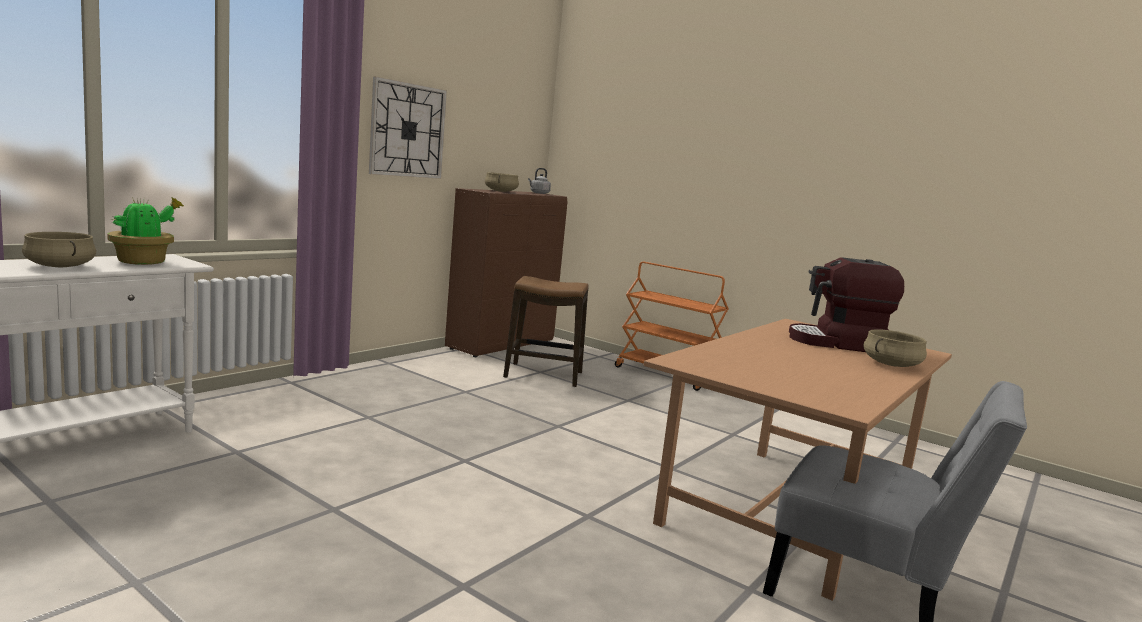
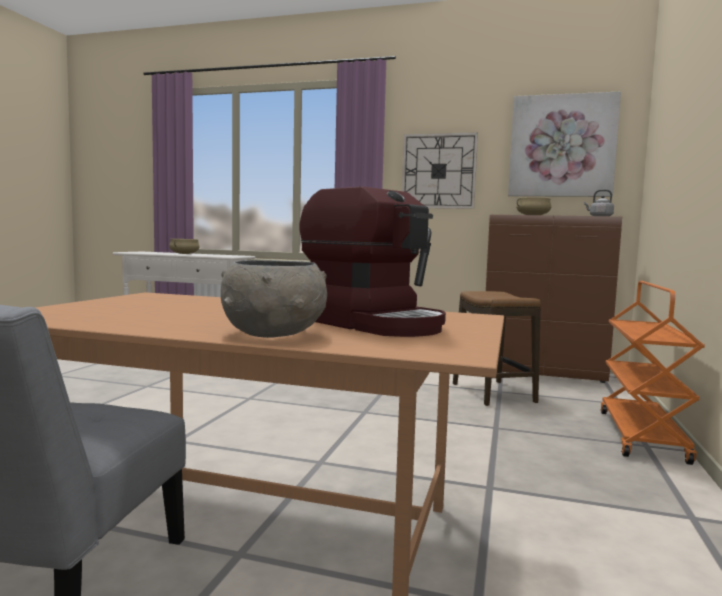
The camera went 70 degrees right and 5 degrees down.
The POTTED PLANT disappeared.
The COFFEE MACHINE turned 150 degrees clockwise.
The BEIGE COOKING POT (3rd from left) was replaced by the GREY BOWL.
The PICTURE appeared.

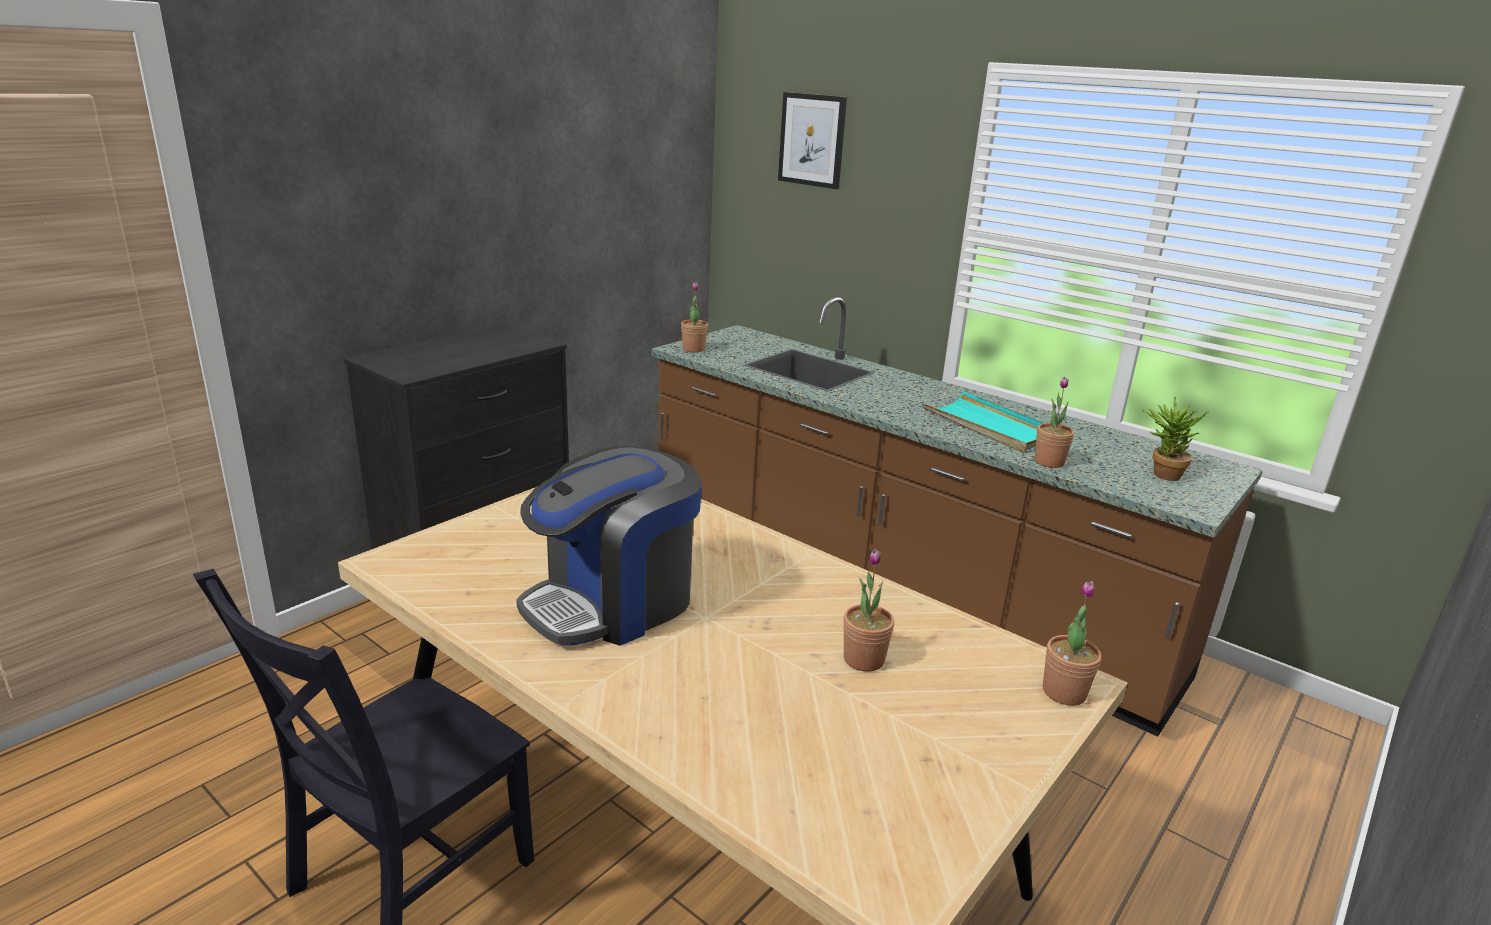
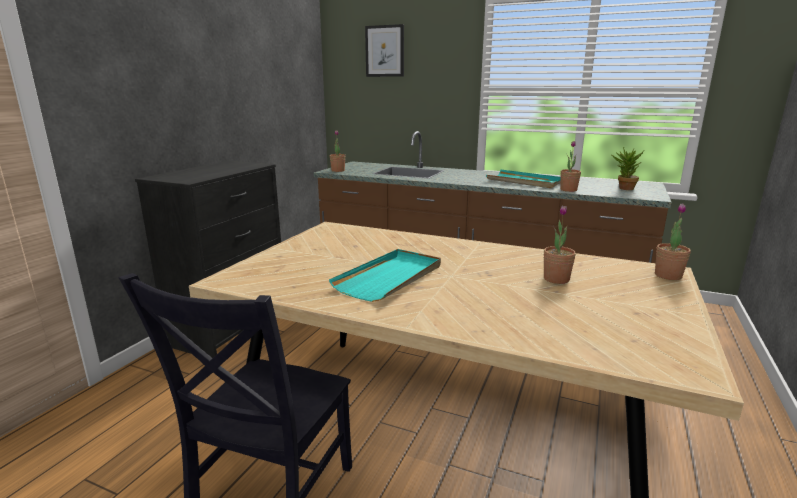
The camera went 15 degrees left and 5 degrees down.
The COFFEE MACHINE was replaced by the TURQUOISE TRAY (1st from left).

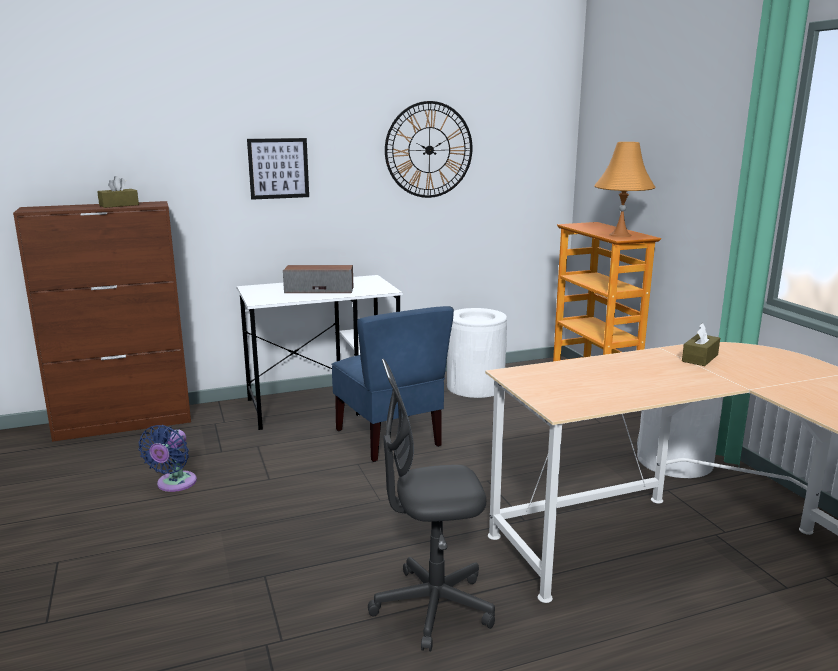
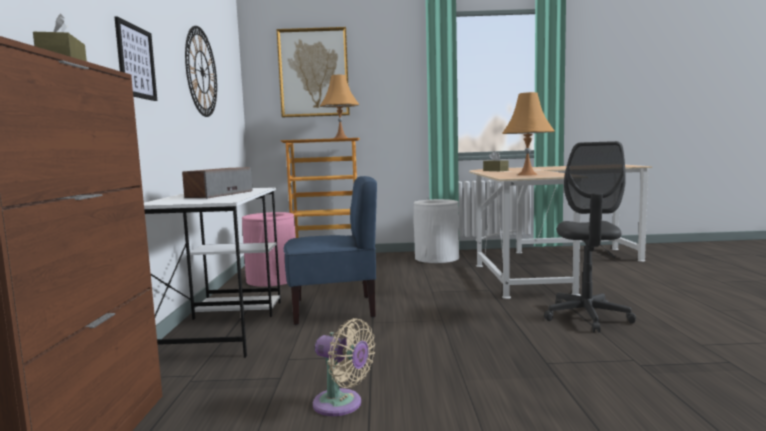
The camera went 70 degrees left and 10 degrees down.
The BLUE FAN became the BEIGE FAN.
The WHITE TRASH CAN (1st from left) became the PINK TRASH CAN.
The PICTURE (2nd from left) appeared.
The ORANGE TABLE LAMP (2nd from left) appeared.

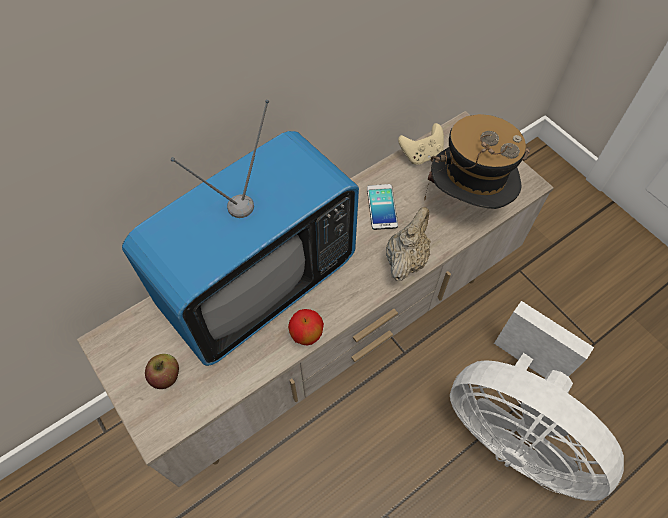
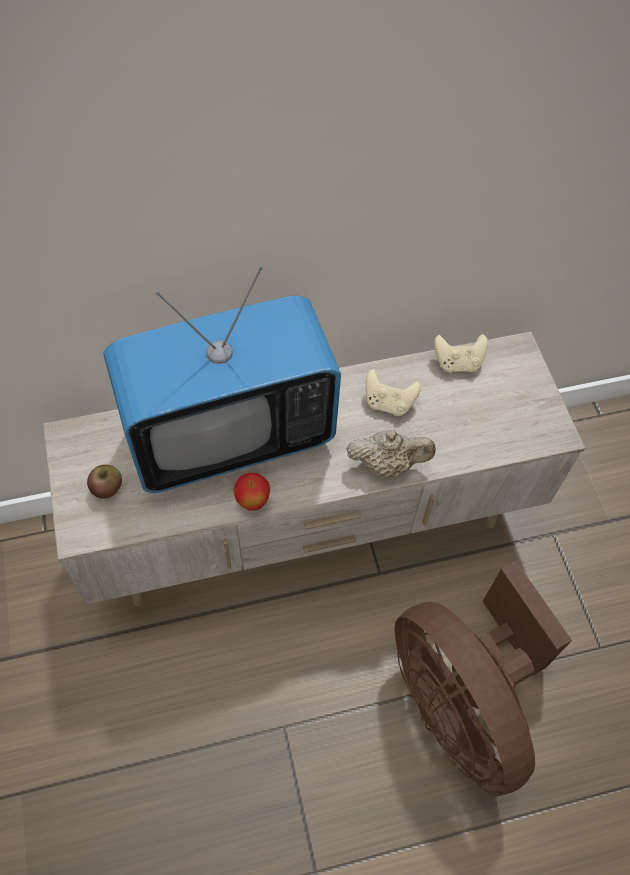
The camera went 20 degrees right and 0 degrees up.
The PHONE was replaced by the BEIGE GAME CONTROLLER (1st from left).
The BEIGE TEAPOT turned 45 degrees clockwise.
The HAT disappeared.
The WHITE FAN became the BROWN FAN.

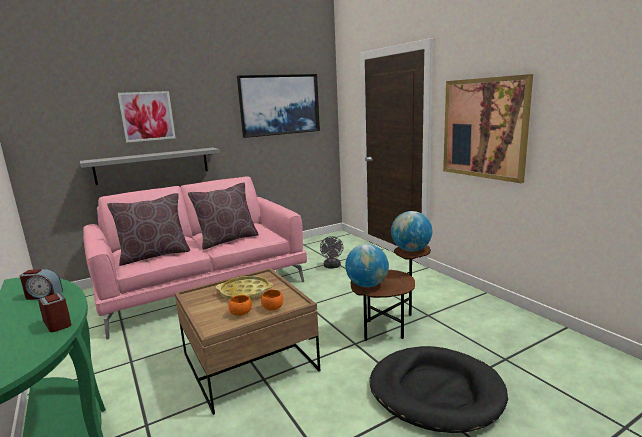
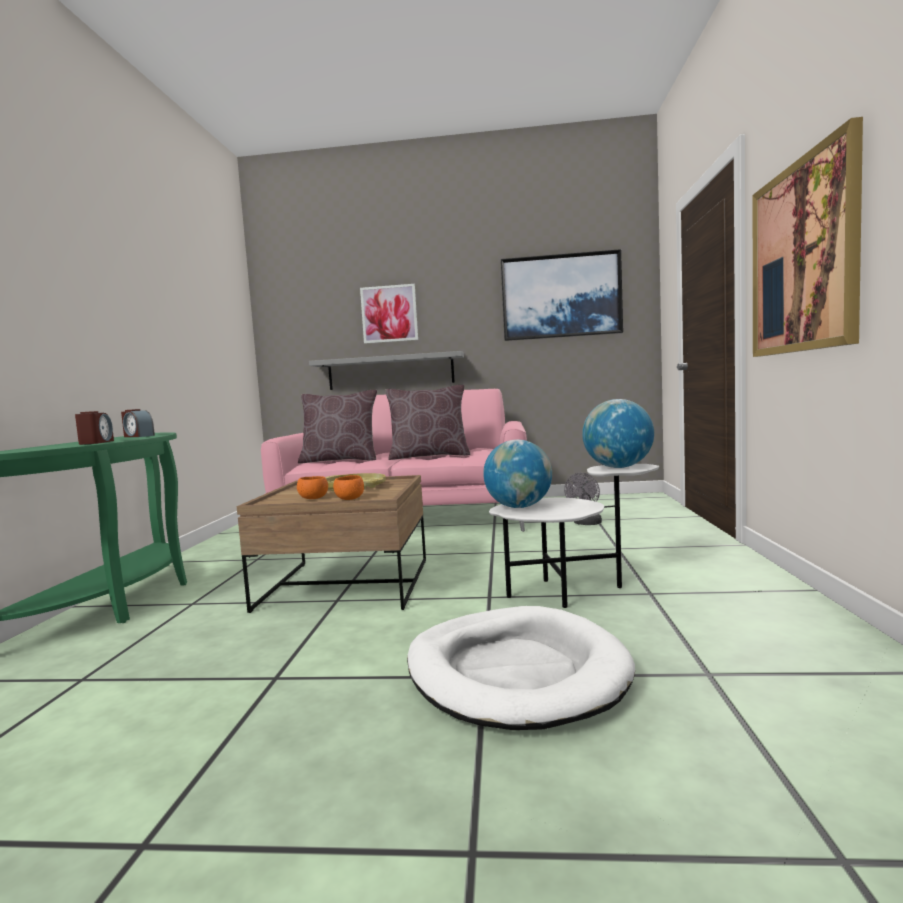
The camera went 35 degrees right and 10 degrees down.
The BROWN SIDE TABLE became the WHITE SIDE TABLE.
The BLACK DOG BED became the WHITE DOG BED.

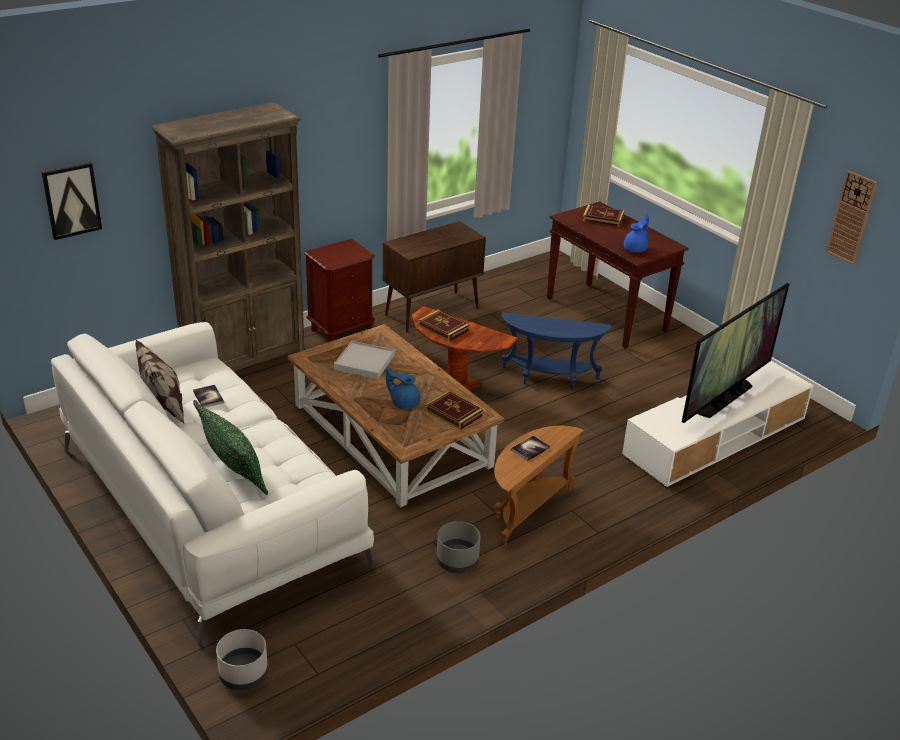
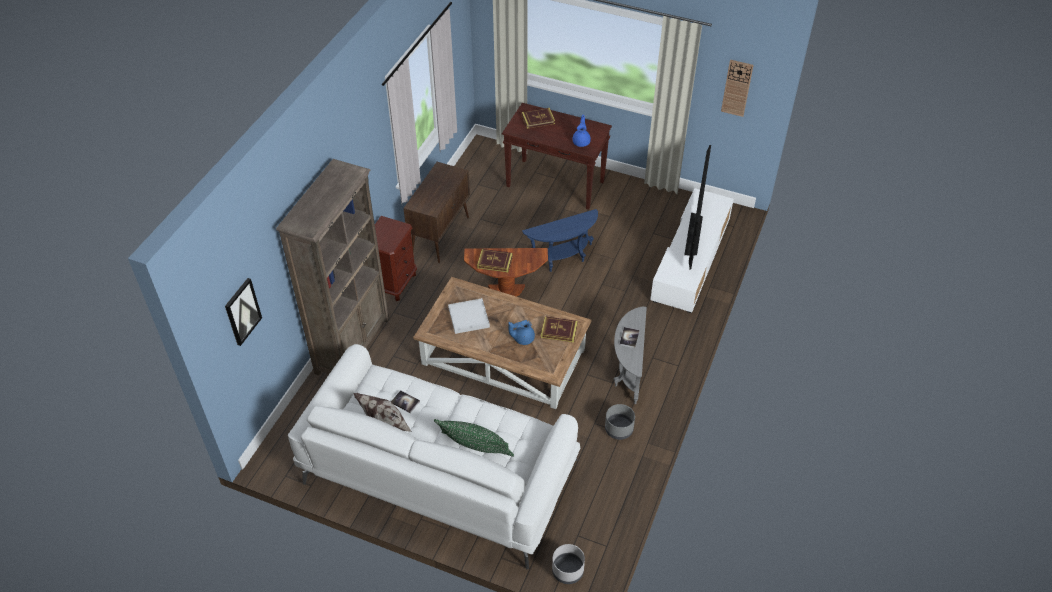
The camera went 30 degrees left and 15 degrees up.
The BROWN SIDE TABLE (2nd from left) became the GREY SIDE TABLE.

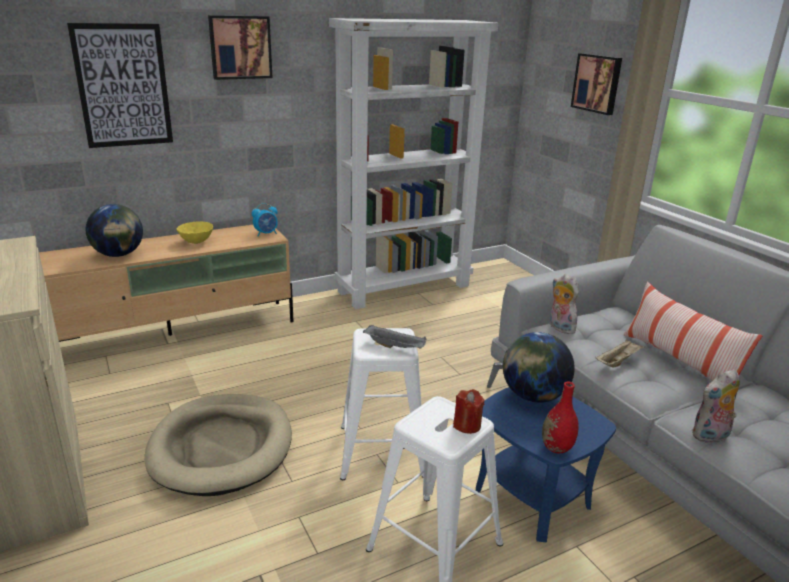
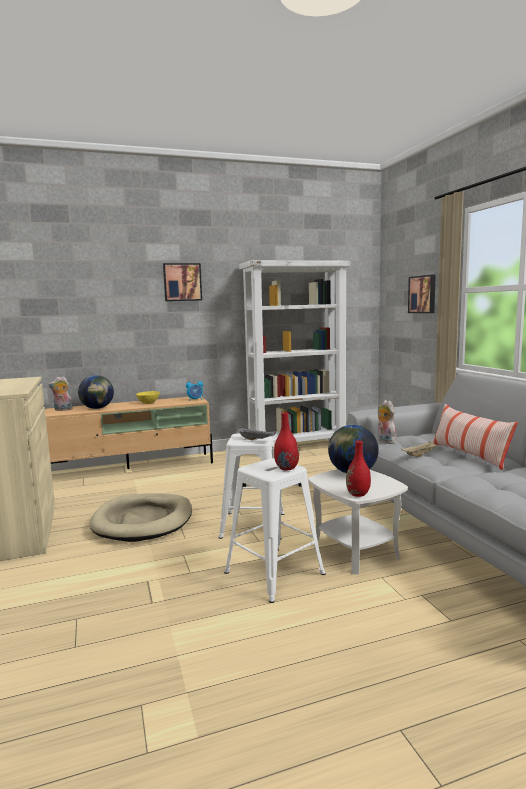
The camera went 10 degrees right and 15 degrees down.
The PICTURE (1st from left) disappeared.
The RED CANDLE was replaced by the RED VASE (1st from left).
The BLUE SIDE TABLE became the WHITE SIDE TABLE.
The PLUSH TOY (2nd from left in the first image) moved.

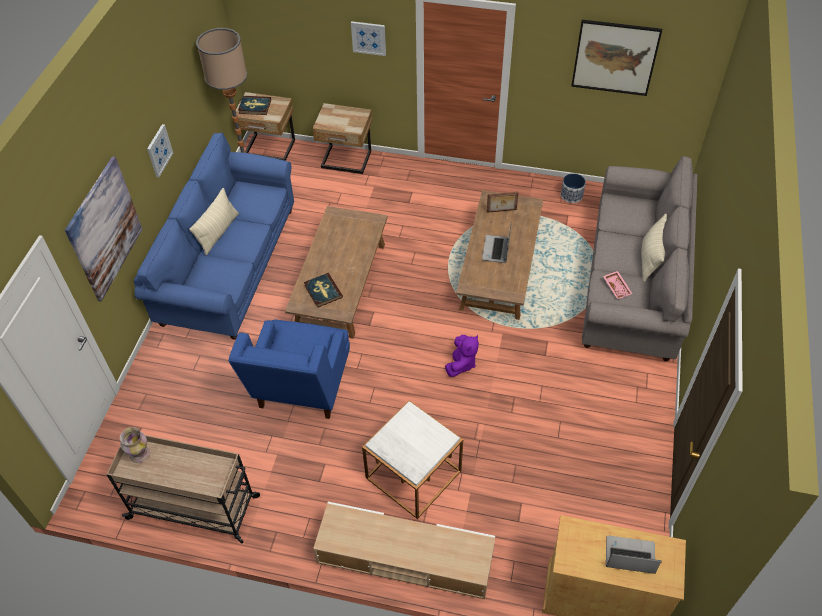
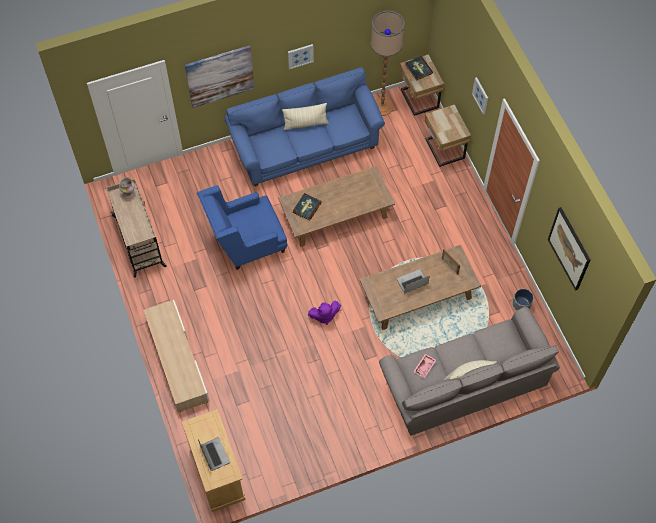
The camera went 55 degrees right and 10 degrees up.
The WHITE SIDE TABLE disappeared.

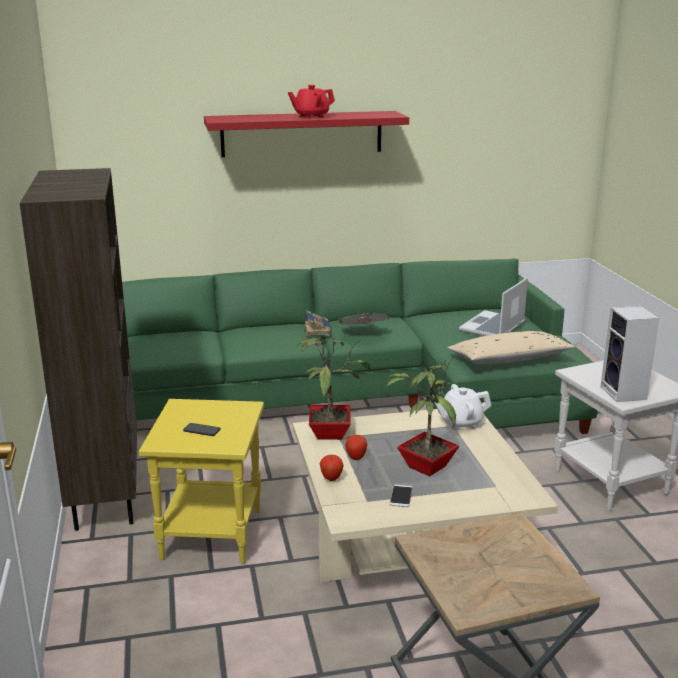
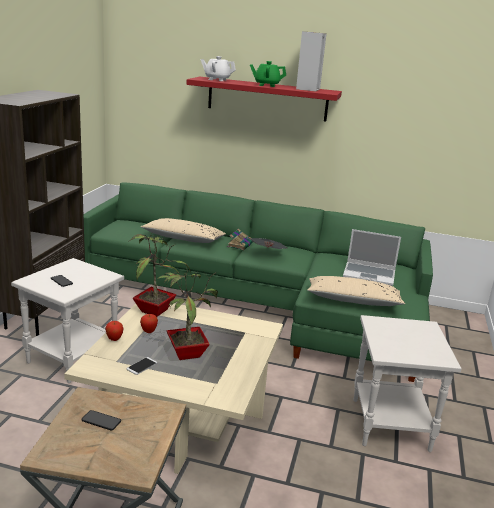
The camera went 25 degrees right and 0 degrees up.
The YELLOW SIDE TABLE became the WHITE SIDE TABLE (1st from left).
The RED TEAPOT became the GREEN TEAPOT.
The WHITE TEAPOT moved.
The LAPTOP turned 135 degrees counterclockwise.
The SPEAKER moved.
The PHONE (2nd from left) appeared.
The BEIGE PILLOW (1st from left) appeared.

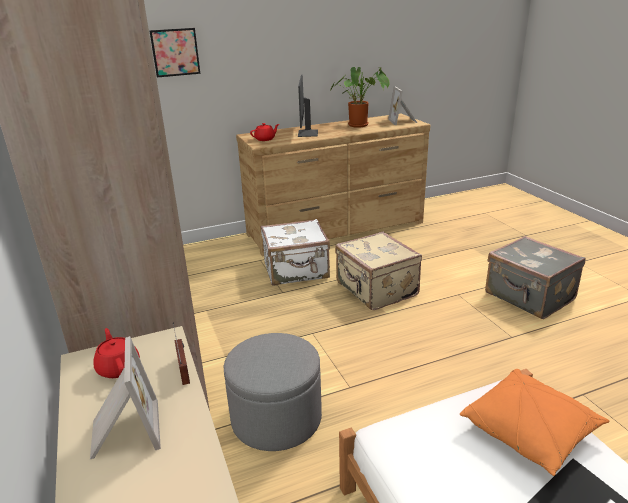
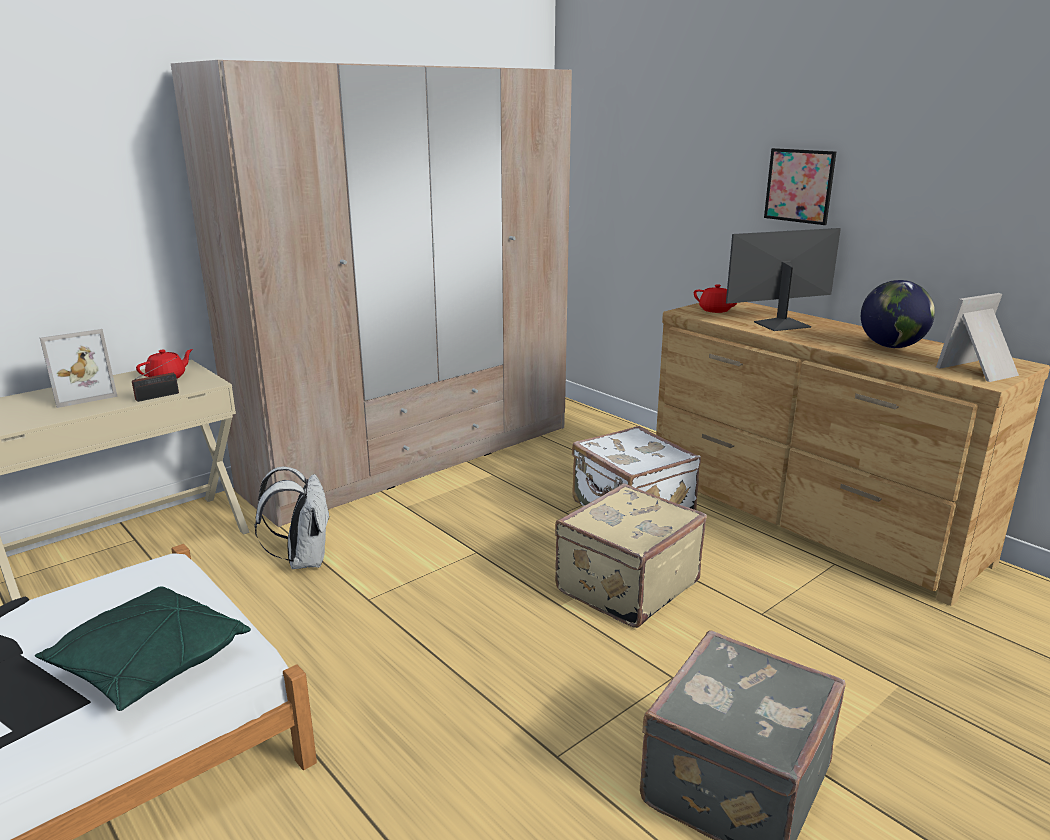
The camera went 70 degrees right and 5 degrees down.
The PICTURE moved.
The GREY OTTOMAN was replaced by the WHITE BACKPACK.
The POTTED PLANT was replaced by the GLOBE.
The ORANGE PILLOW became the GREEN PILLOW.

